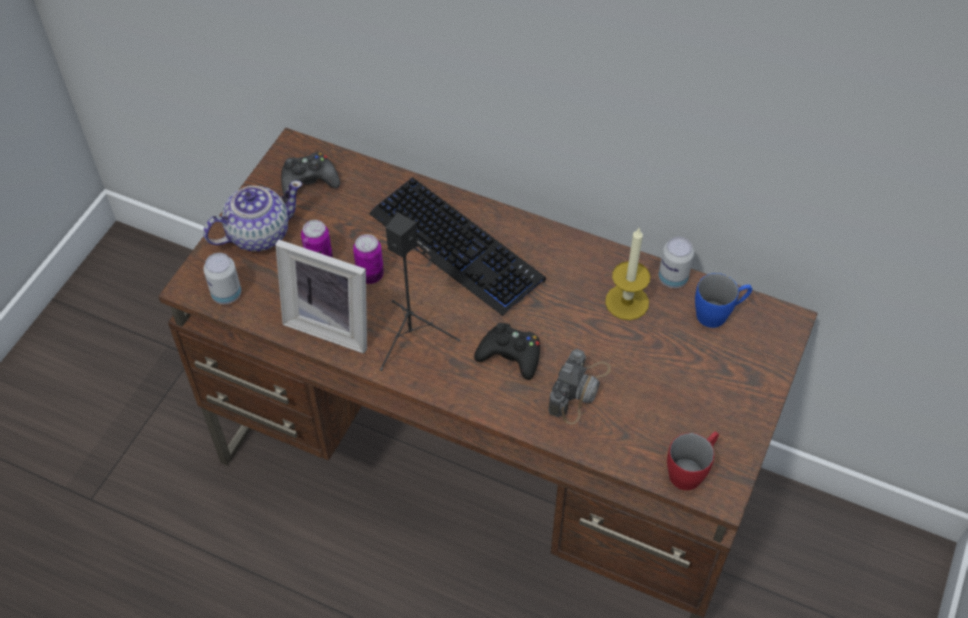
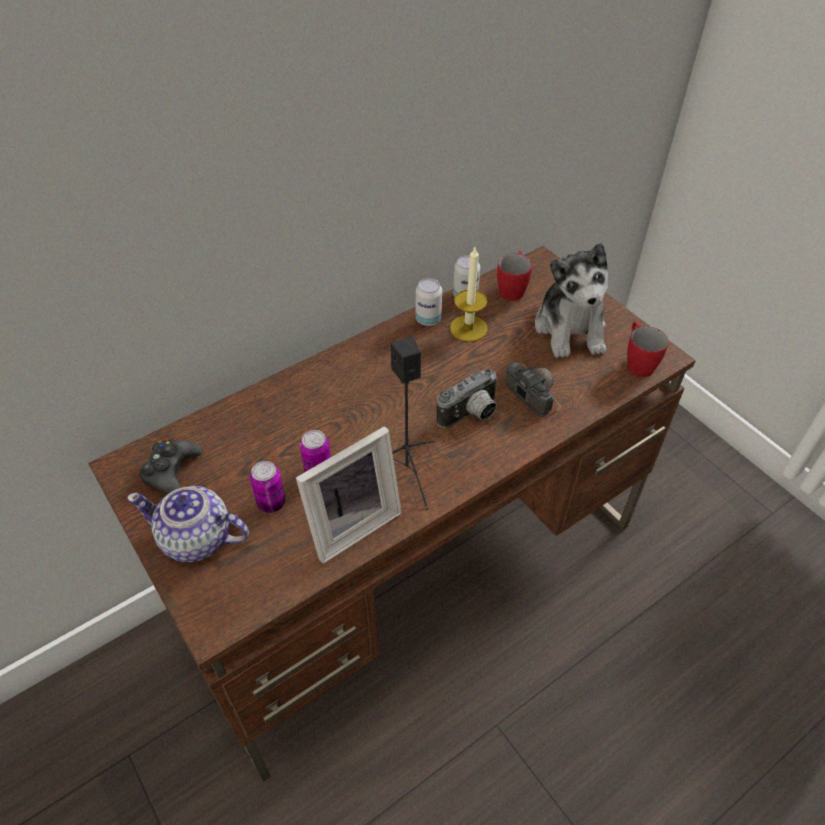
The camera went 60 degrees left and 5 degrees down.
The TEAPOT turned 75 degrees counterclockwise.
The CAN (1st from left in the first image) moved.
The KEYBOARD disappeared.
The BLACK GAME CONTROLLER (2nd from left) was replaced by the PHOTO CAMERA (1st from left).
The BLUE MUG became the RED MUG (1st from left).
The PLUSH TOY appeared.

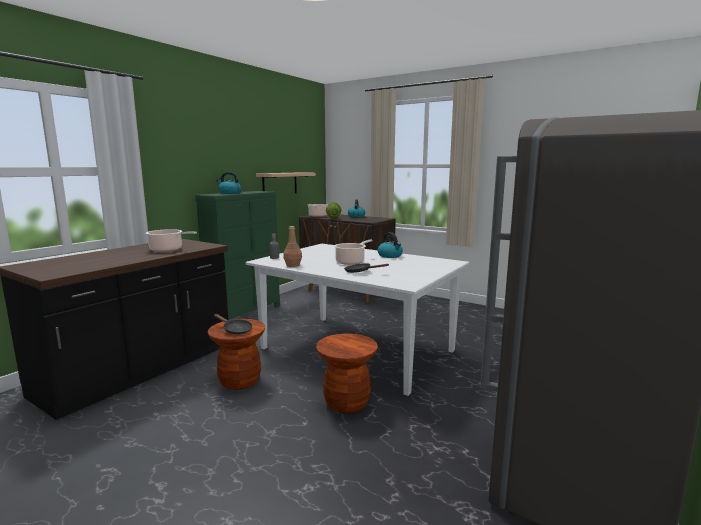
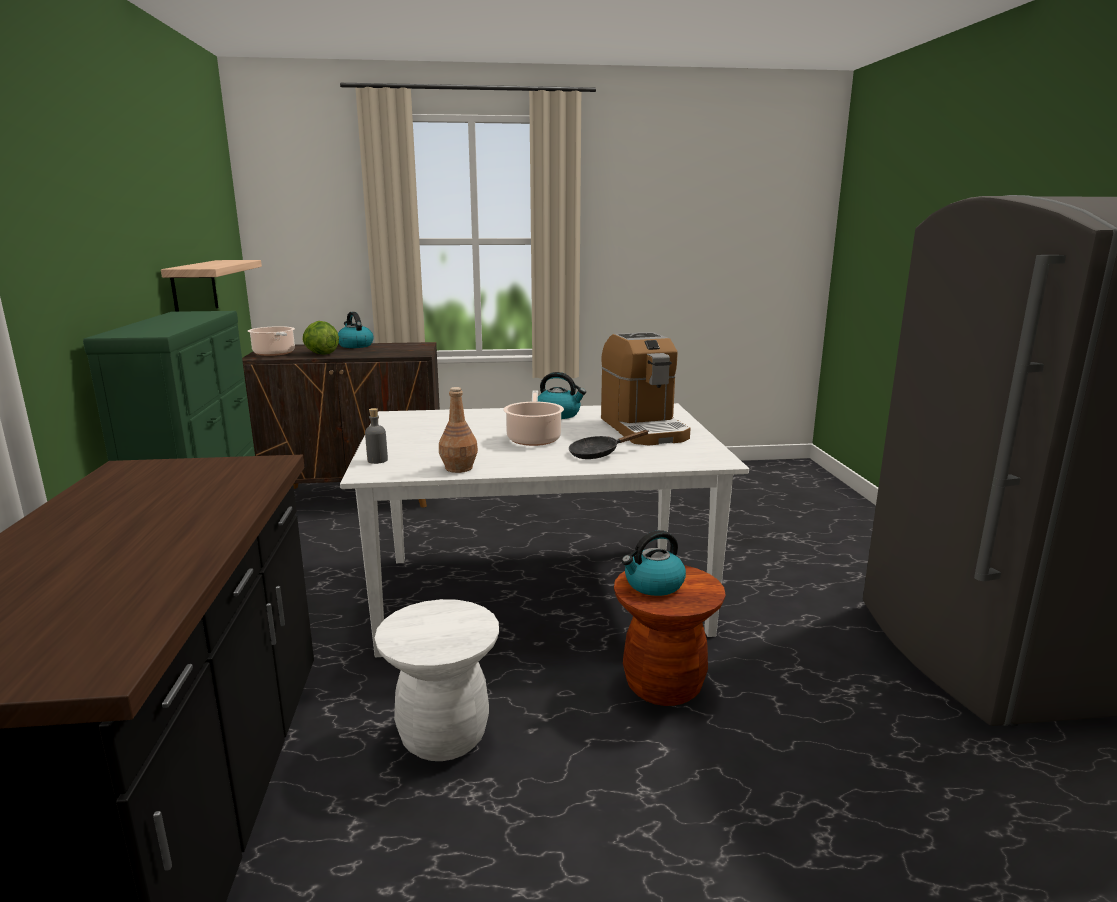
The camera went 40 degrees left and 5 degrees up.
The COOKING POT (1st from left) disappeared.
The BROWN STOOL (1st from left) became the WHITE STOOL.
The BLACK FRYING PAN (1st from left) disappeared.
The KETTLE (1st from left in the first image) moved.
The COFFEE MACHINE appeared.

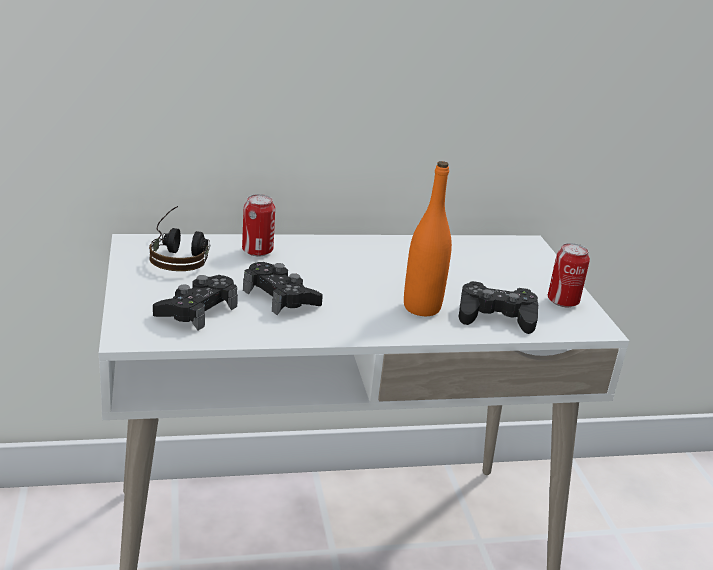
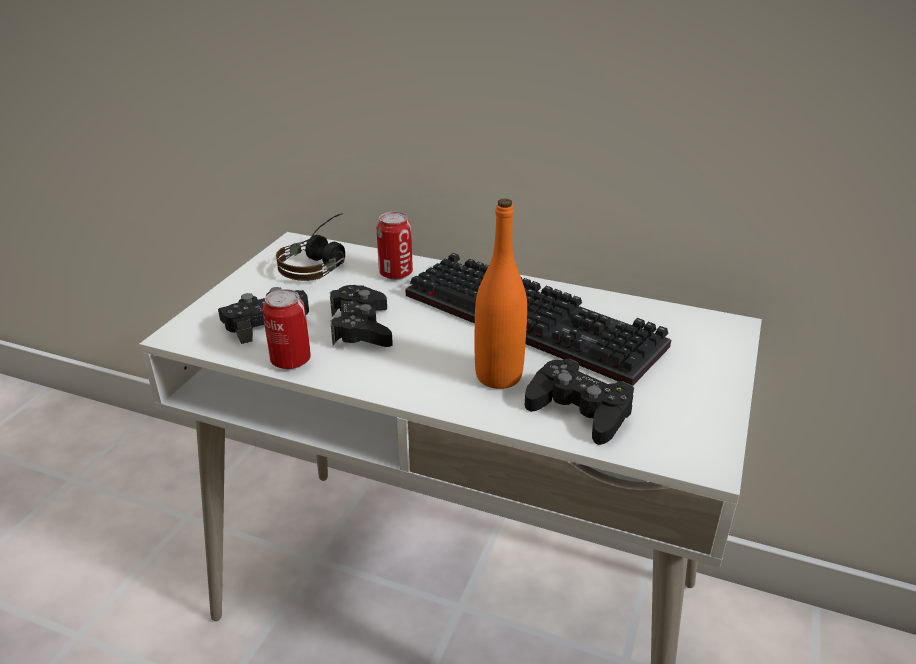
The camera went 35 degrees right and 5 degrees up.
The CAN (2nd from left in the first image) moved.
The KEYBOARD appeared.

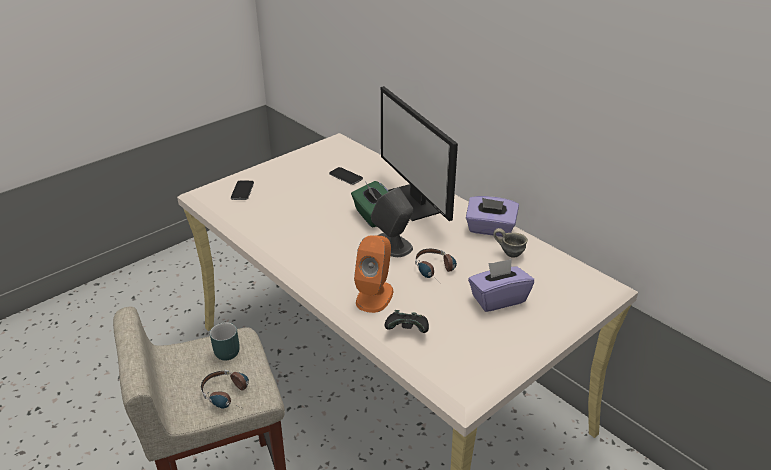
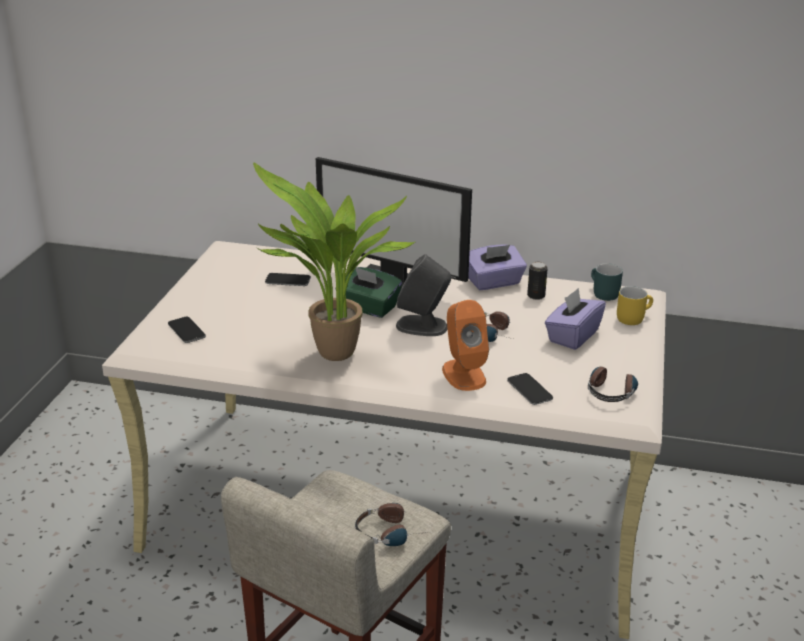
The camera went 35 degrees left and 5 degrees down.
The TURQUOISE MUG moved.
The BLACK GAME CONTROLLER was replaced by the PHONE (3rd from left).
The GREY MUG was replaced by the CAN.
The POTTED PLANT appeared.
The HEADPHONES (3rd from left) appeared.
The YELLOW MUG appeared.

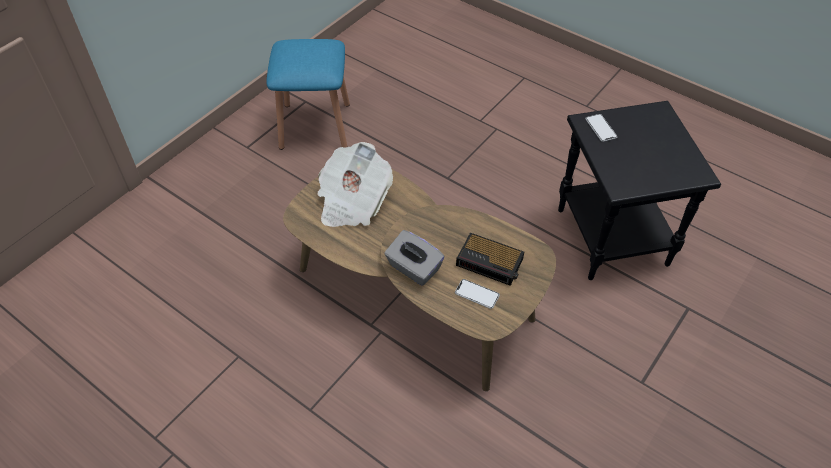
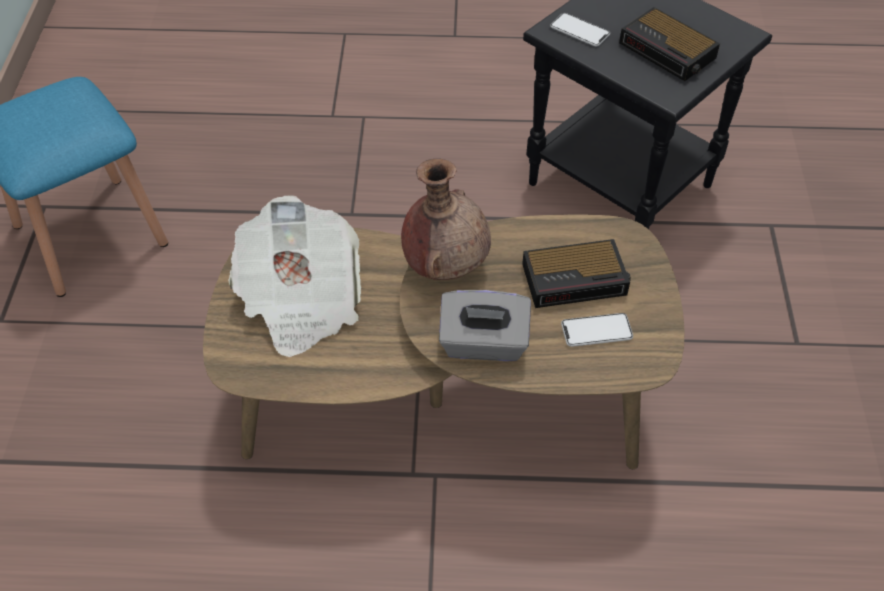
The camera went 35 degrees left and 0 degrees up.
The BROWN VASE appeared.
The ALARM CLOCK (2nd from left) appeared.

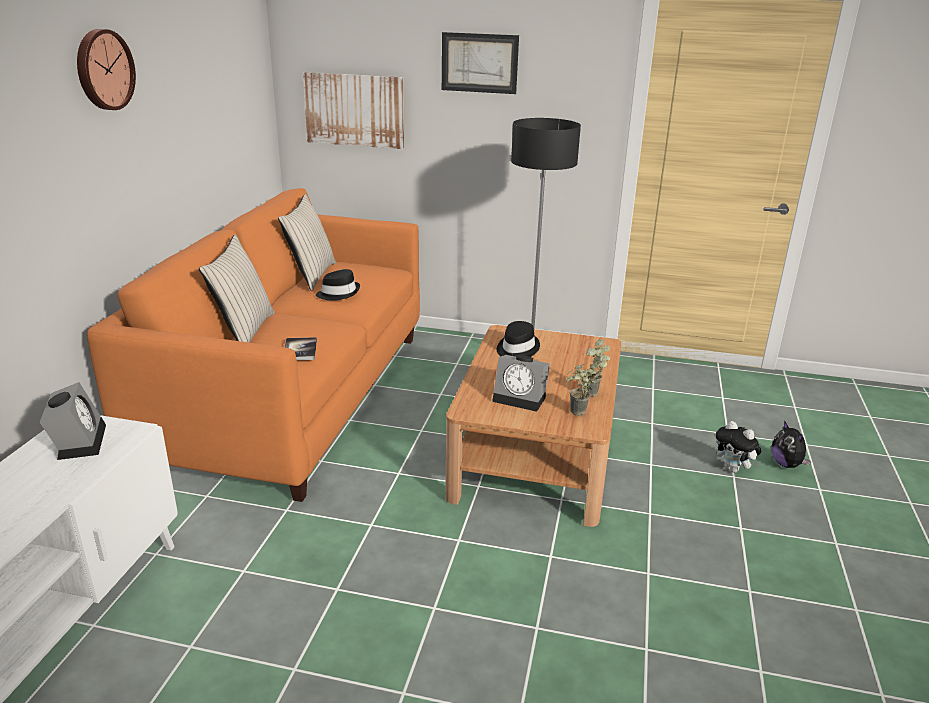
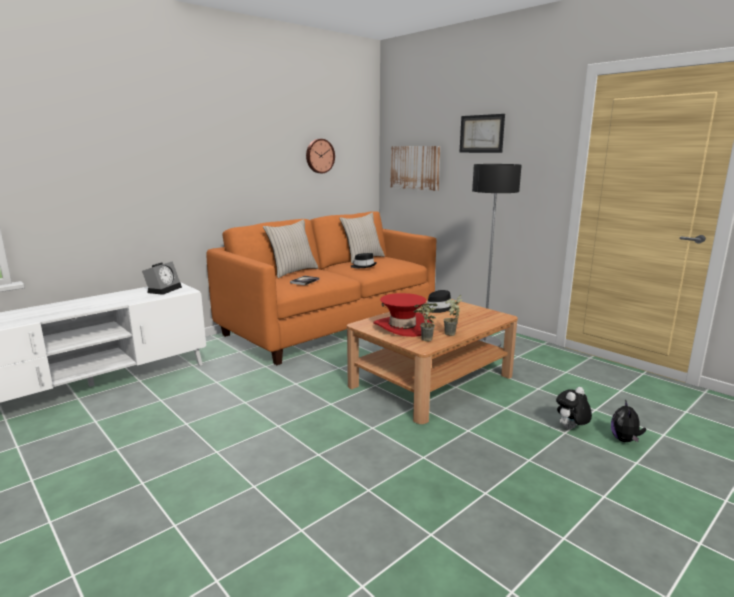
The camera went 35 degrees right and 10 degrees down.
The WALL CLOCK moved.
The ALARM CLOCK (2nd from left) was replaced by the RED HAT.
The PLUSH TOY (1st from left) turned 60 degrees clockwise.

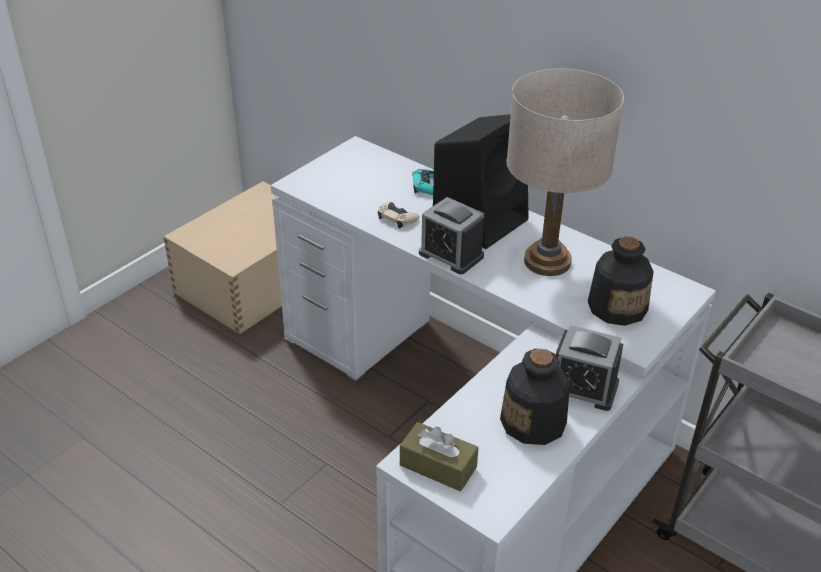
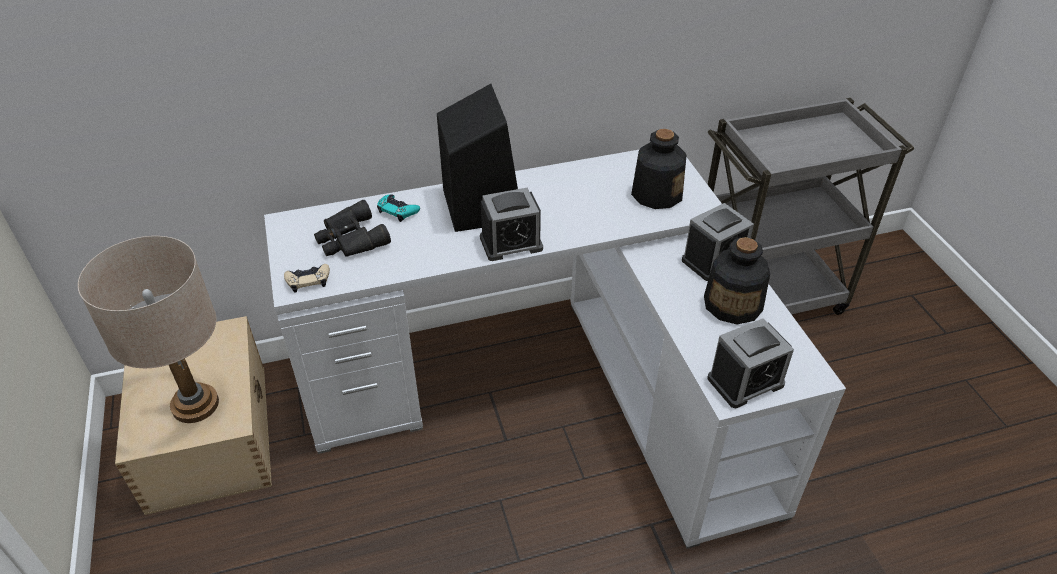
The camera went 55 degrees left and 5 degrees up.
The BEIGE GAME CONTROLLER moved.
The BROWN TISSUE BOX was replaced by the ALARM CLOCK (3rd from left).
The BEIGE TABLE LAMP moved.
The BLACK BINOCULARS appeared.

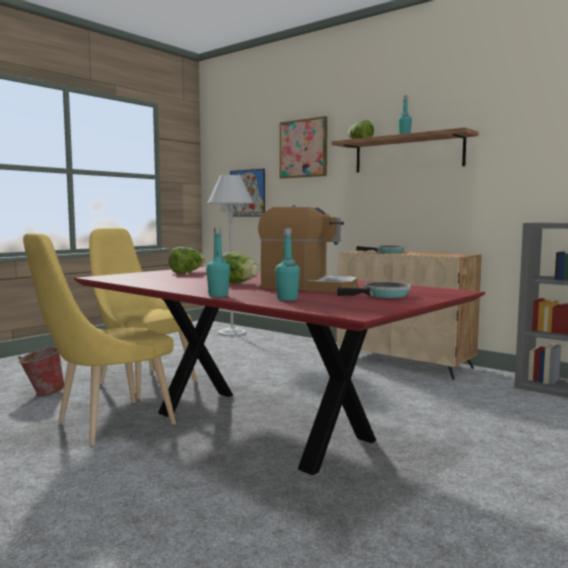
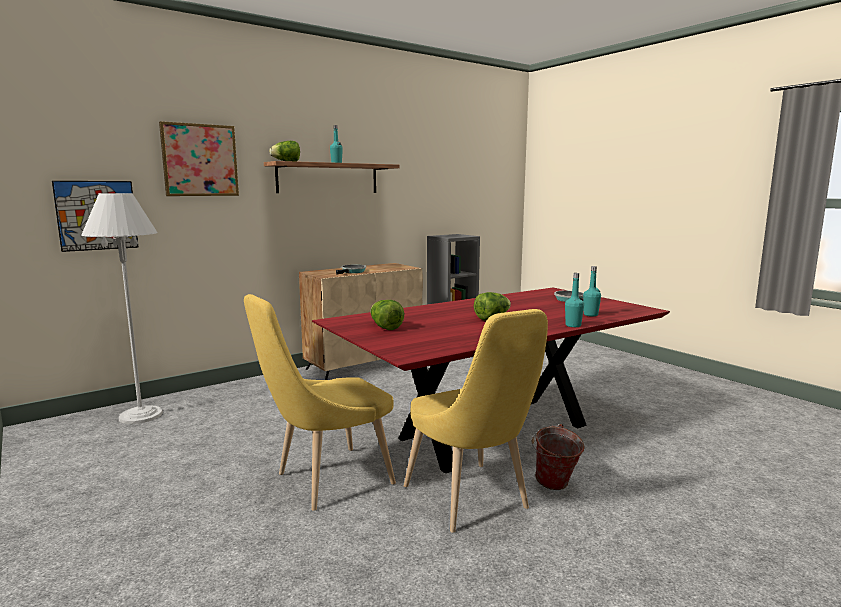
The camera went 75 degrees left and 5 degrees up.
The BUCKET moved.
The COFFEE MACHINE disappeared.

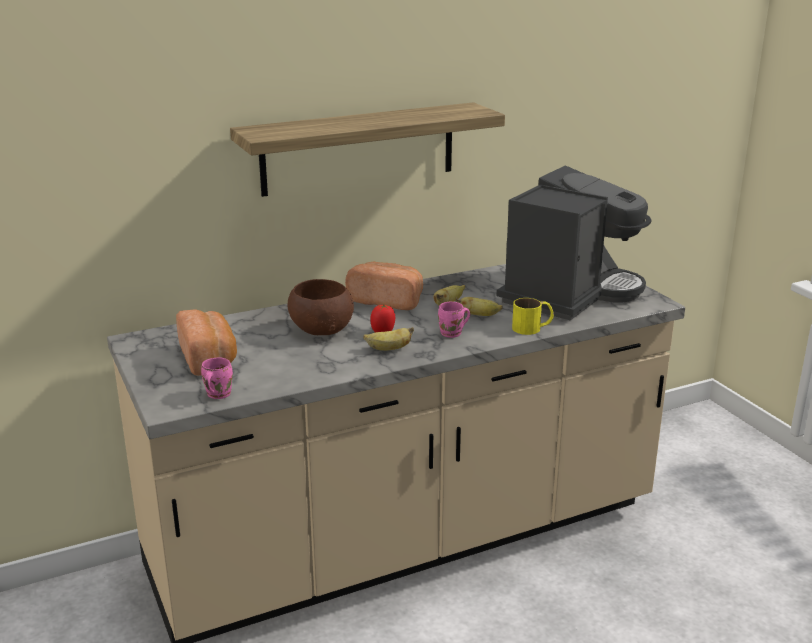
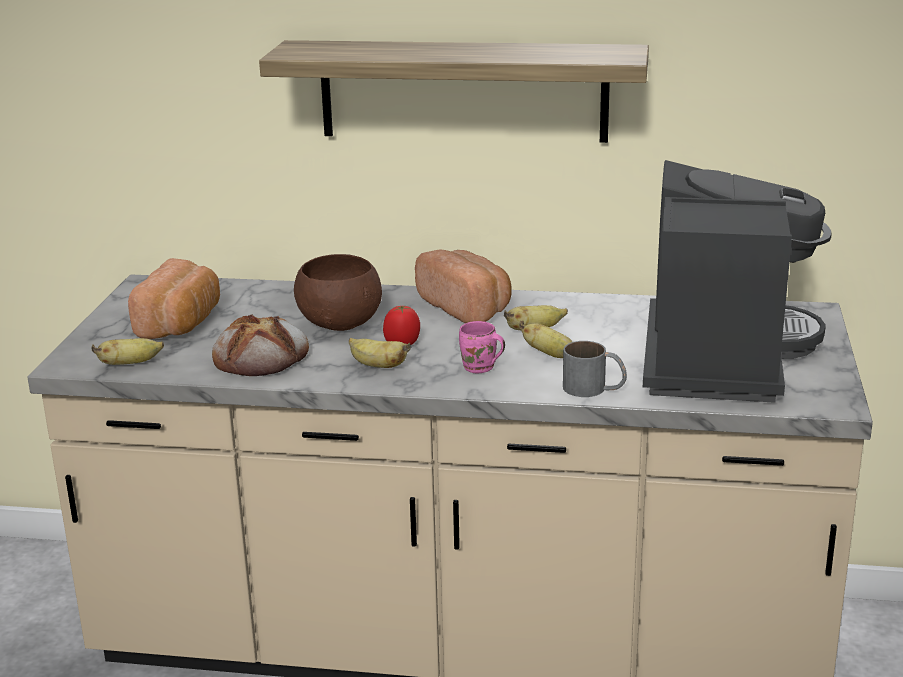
The camera went 35 degrees right and 0 degrees up.
The PINK MUG (1st from left) was replaced by the BANANA (1st from left).
The COFFEE MACHINE turned 60 degrees counterclockwise.
The YELLOW MUG became the GREY MUG.
The BREAD (2nd from left) appeared.

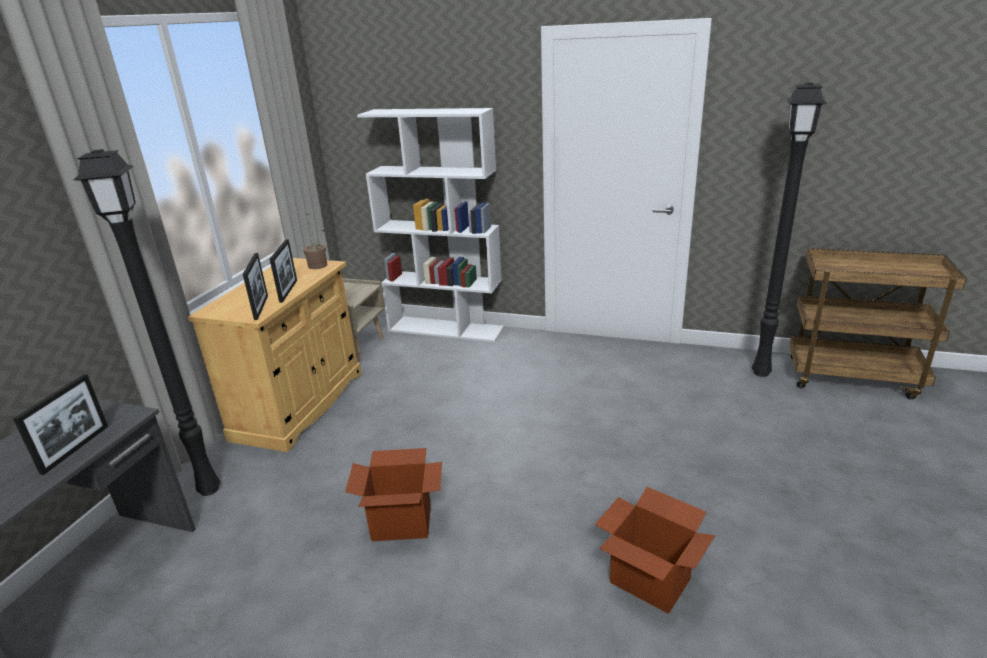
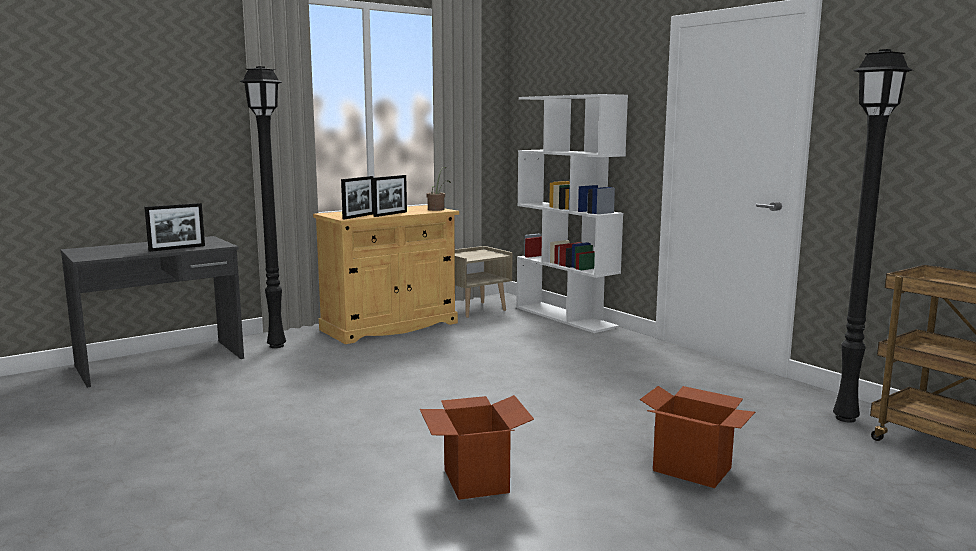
The camera went 35 degrees right and 15 degrees down.
The CARDBOARD BOX (1st from left in the first image) moved.

